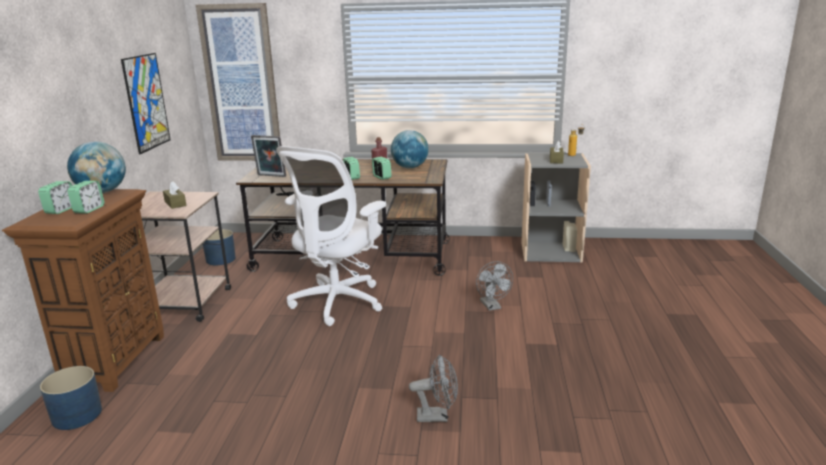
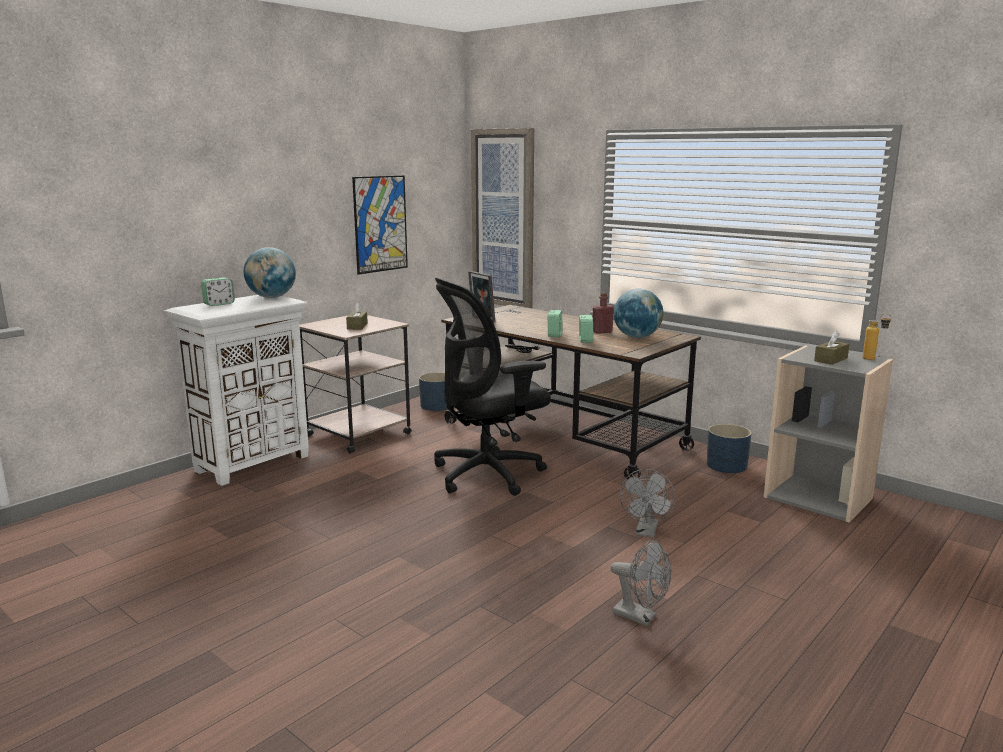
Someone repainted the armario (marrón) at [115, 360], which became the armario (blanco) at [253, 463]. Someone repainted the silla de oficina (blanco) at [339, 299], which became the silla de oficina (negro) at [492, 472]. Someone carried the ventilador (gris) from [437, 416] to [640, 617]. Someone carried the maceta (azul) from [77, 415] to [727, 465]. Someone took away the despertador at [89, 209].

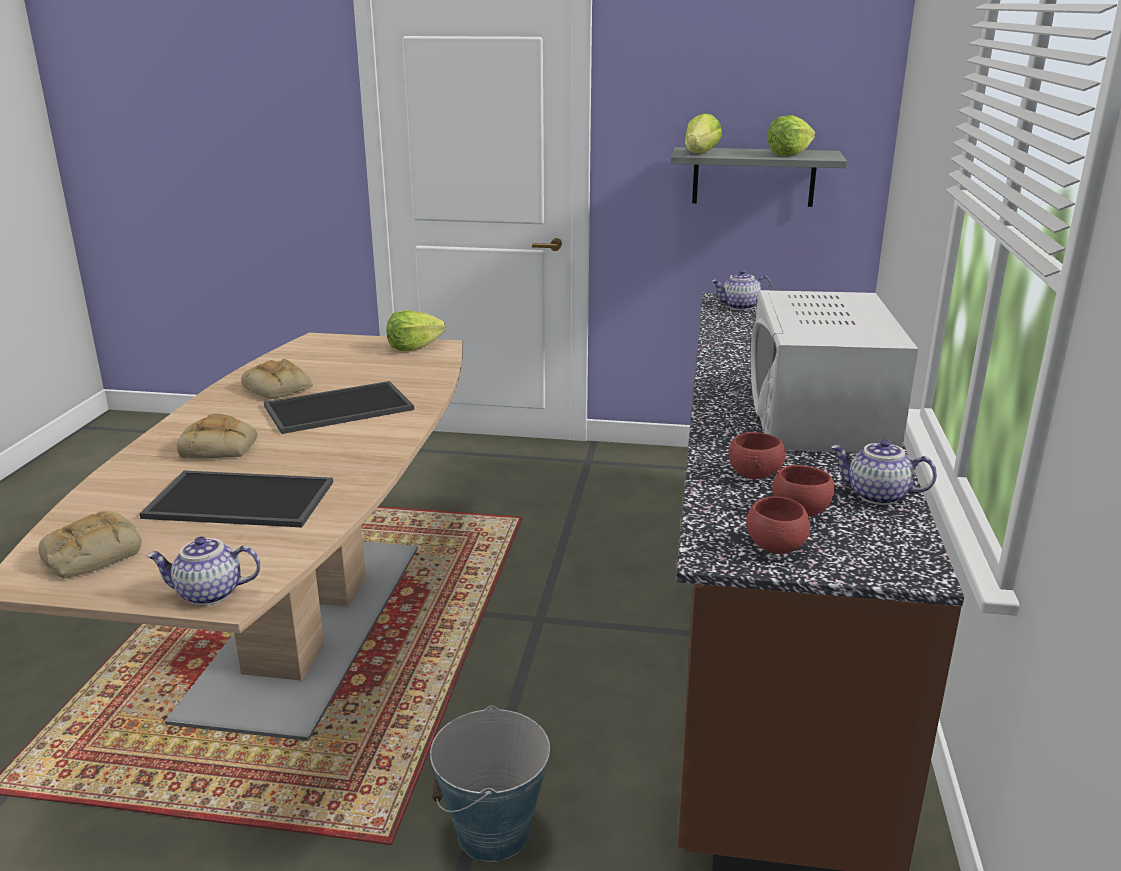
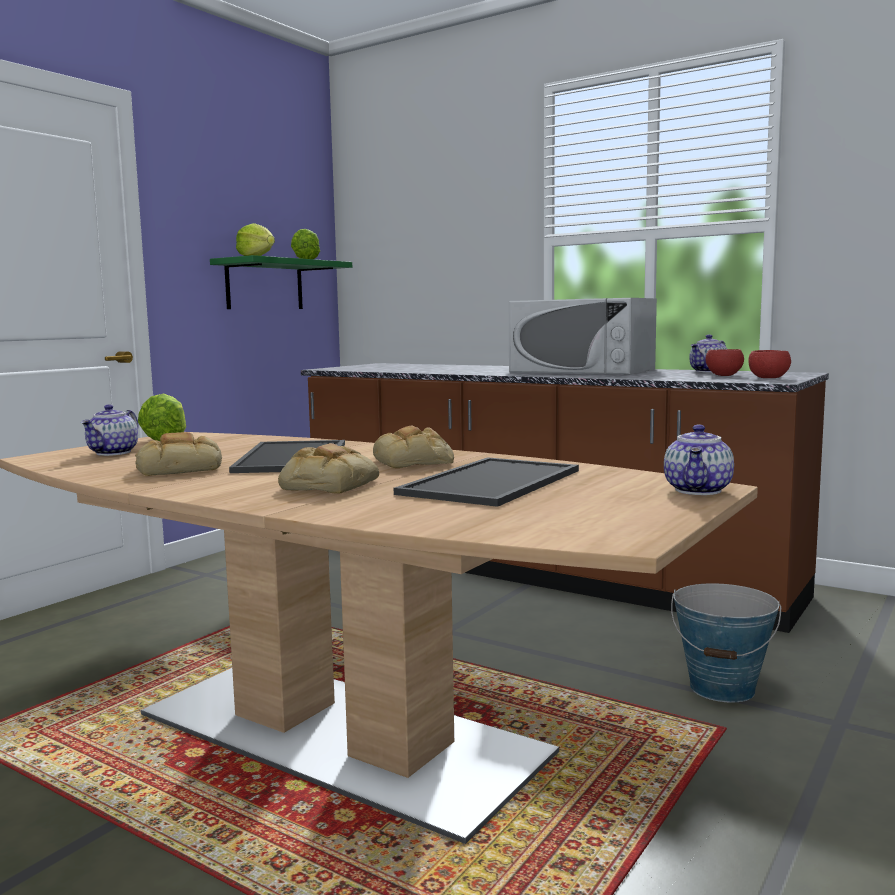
Someone carried the tetera from [740, 307] to [114, 453]. Someone repainted the estante (gris) at [753, 177], which became the estante (verde) at [264, 285]. Someone carried the pan from [91, 555] to [414, 462]. Someone took away the cuenco (rojo) at [754, 475].

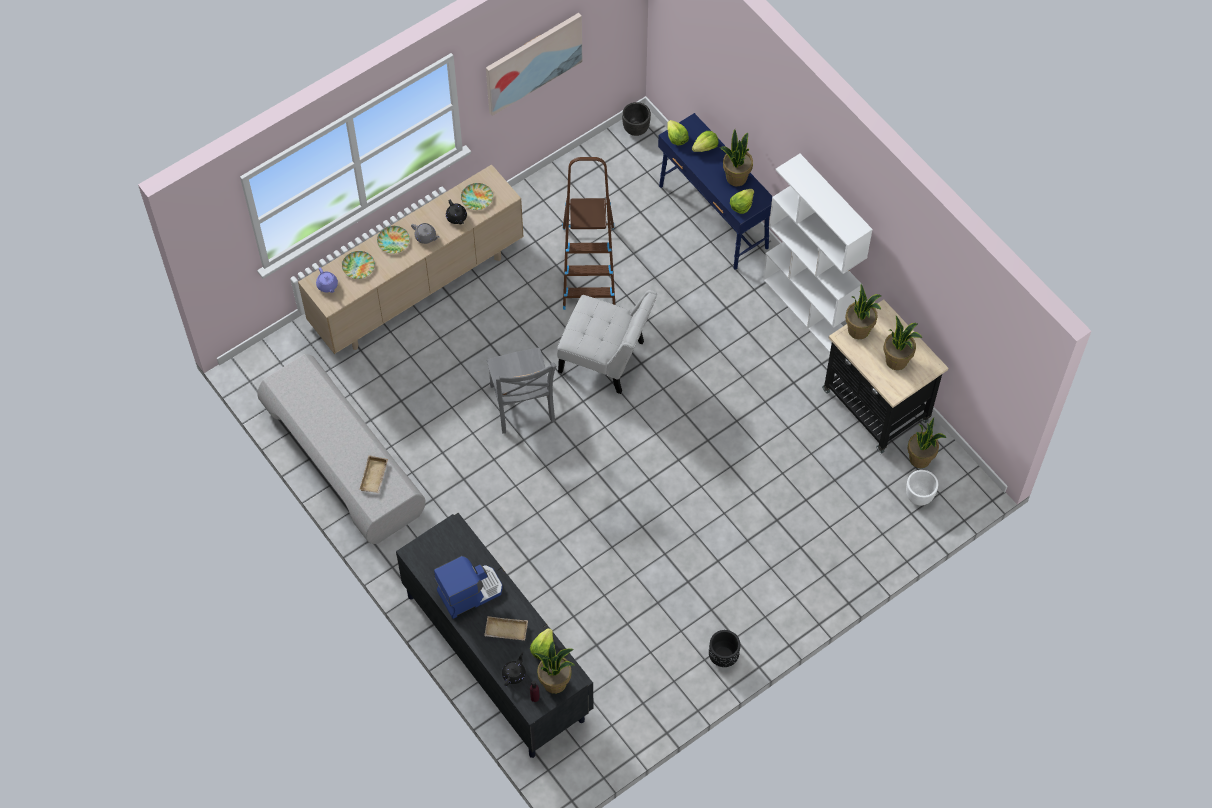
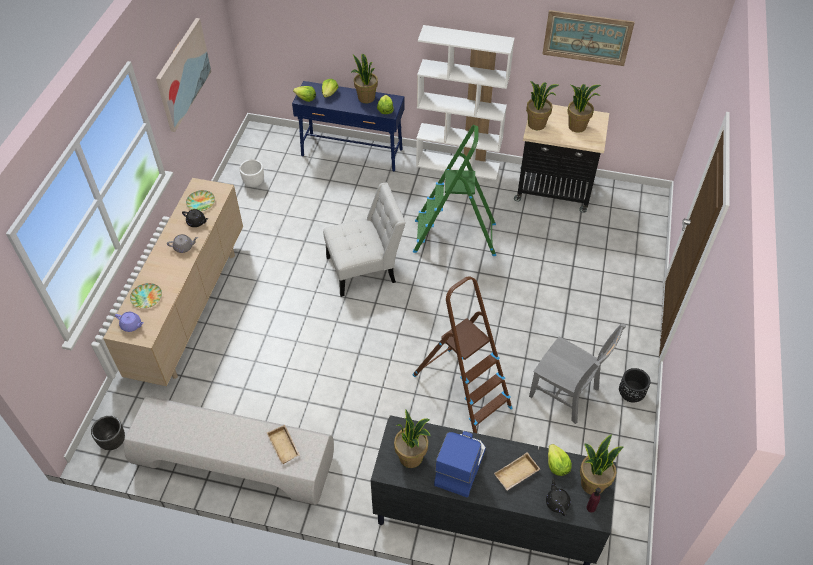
Someone carried the maceta (negro) from [635, 128] to [113, 441]. Someone carried the maceta (blanco) from [919, 496] to [254, 182]. Someone carried the planta en maceta from [920, 459] to [411, 457]. Someone carried the escalera de tijera (marrón) from [588, 267] to [462, 391]. Someone put down the escalera de tijera (verde) at [454, 238]. Someone carried the silla (gris) from [522, 406] to [566, 394]. Someone put up the cuadro at [587, 37]. Someone took away the plato at [393, 241].

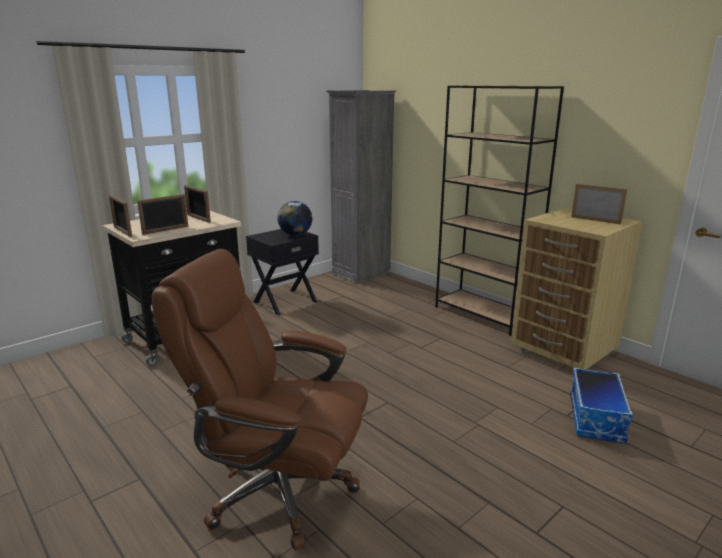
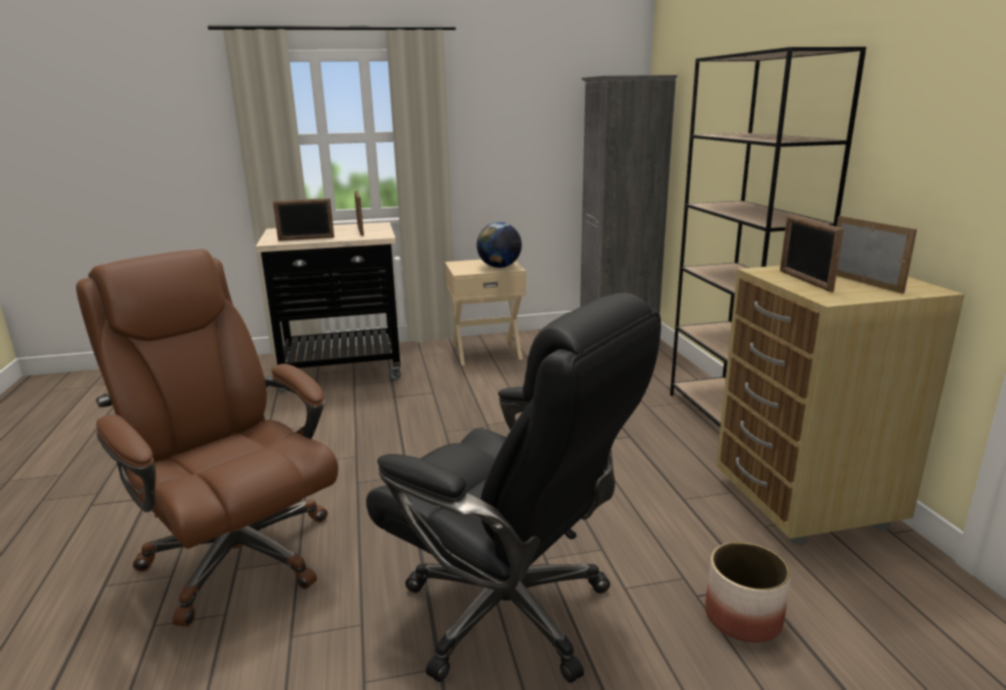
Someone put down the silla de oficina (negro) at [507, 611]. Someone repainted the mesita de noche (negro) at [285, 301], which became the mesita de noche (beis) at [486, 351]. Someone swapped the caja de almacenaje at [596, 418] for the maceta at [743, 618]. Someone carried the portarretratos from [122, 232] to [804, 280].

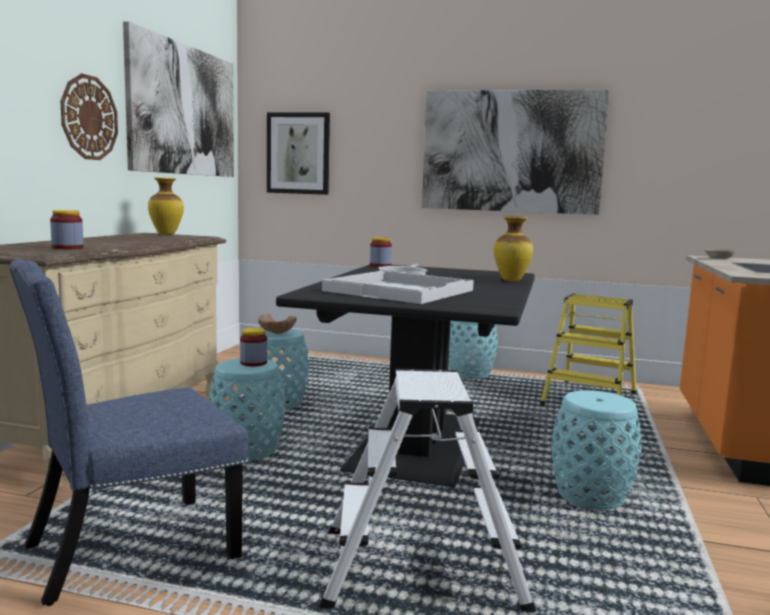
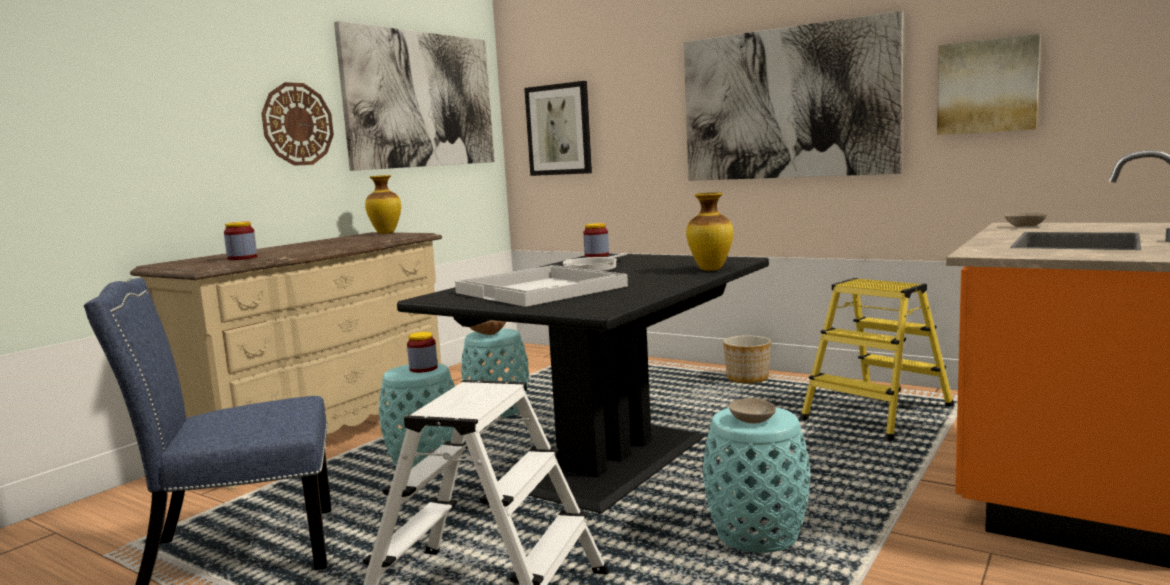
Someone swapped the taburete (turquesa) at [469, 374] for the maceta at [747, 379]. Someone put down the cuenco (beis) at [751, 420]. Someone put up the cuadro at [987, 86].

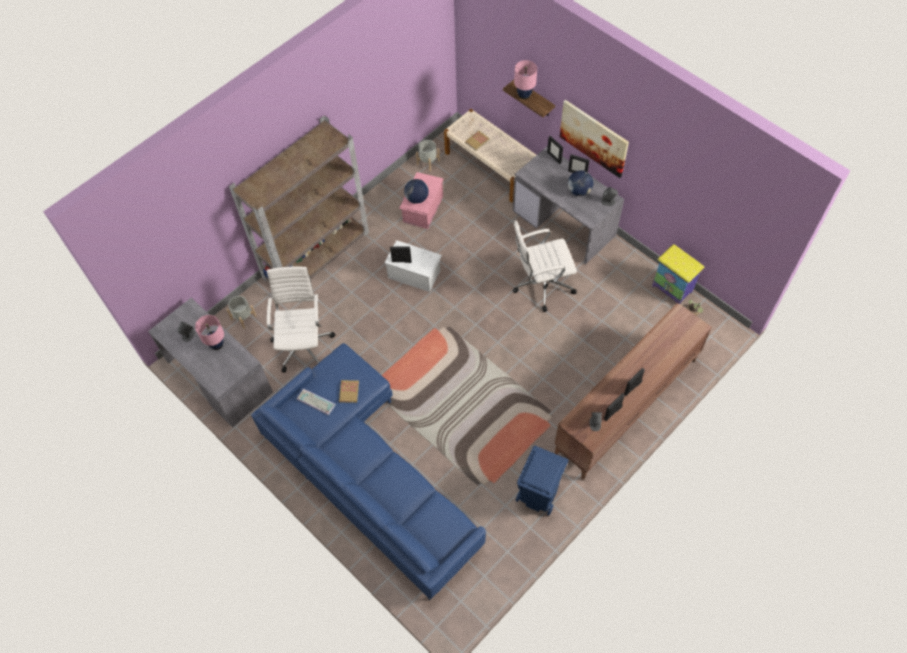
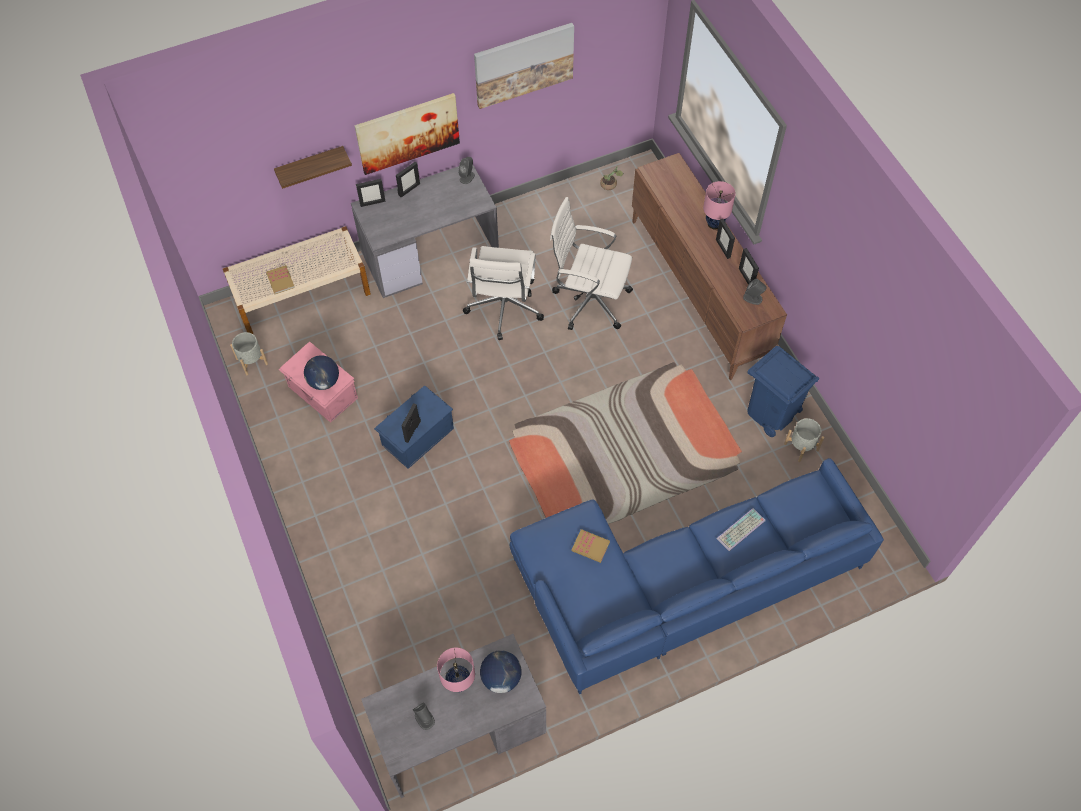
Someone repainted the caja de almacenaje (blanco) at [414, 273], which became the caja de almacenaje (azul) at [416, 436]. Someone put up the cuadro at [523, 64]. Someone carried the globo terráqueo from [579, 191] to [501, 677]. Someone carried the silla de oficina (blanco) from [303, 344] to [589, 300]. Someone carried the lámpara de mesa (rosa) from [524, 95] to [714, 223]. Someone carried the teclado from [315, 402] to [741, 530]. Someone carried the maceta (gris) from [243, 317] to [801, 447]. Someone took away the estantería (marrón) at [316, 255]. Someone took away the mesita de noche at [672, 290].

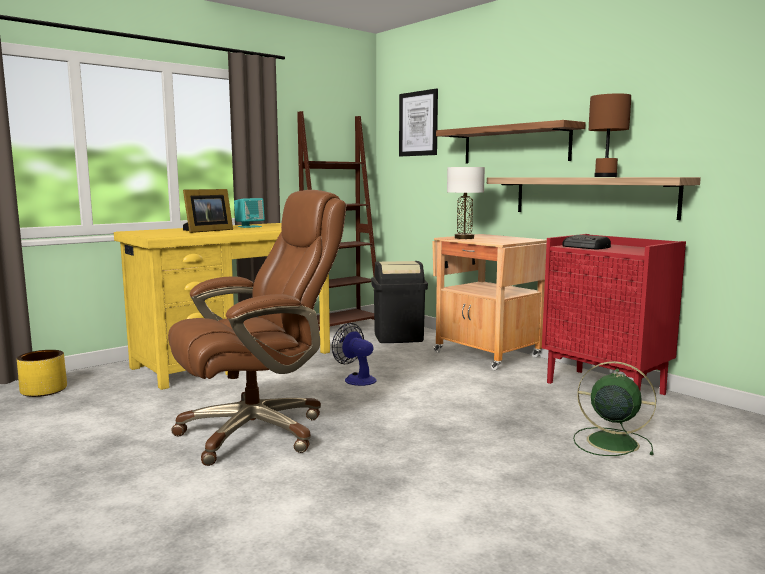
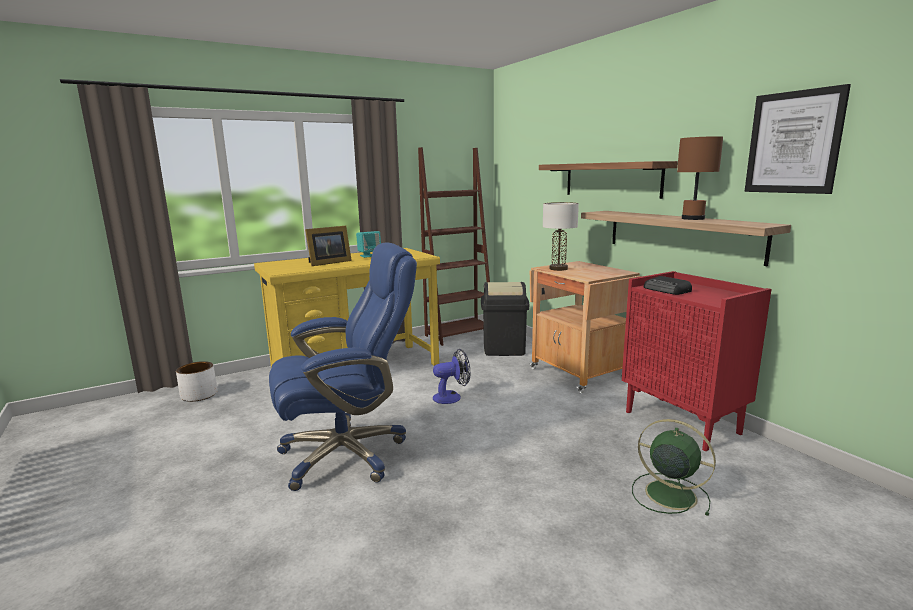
Someone repainted the maceta (amarillo) at [43, 390], which became the maceta (blanco) at [199, 395]. Someone repainted the silla de oficina (marrón) at [259, 433], which became the silla de oficina (azul) at [348, 456]. Someone rotated the ventilador at [356, 379] by 105 degrees clockwise. Someone carried the cuadro from [418, 123] to [793, 142].

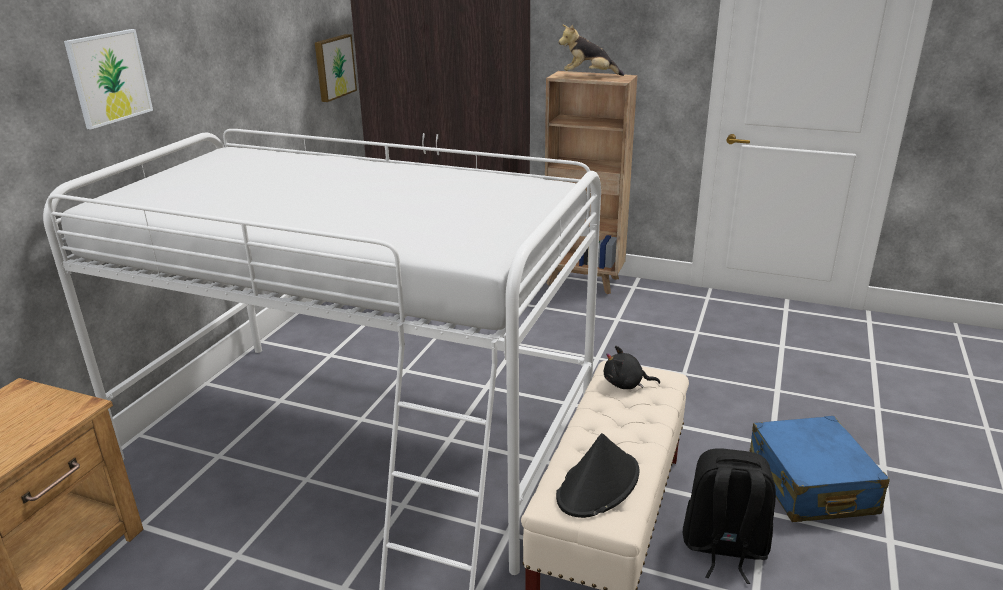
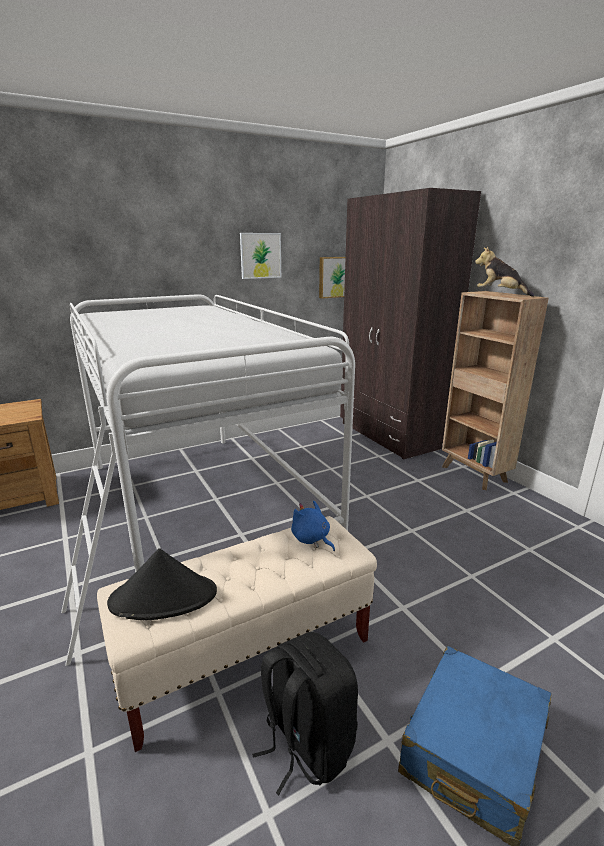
Someone carried the cuadro from [109, 78] to [260, 255]. Someone repainted the peluche (negro) at [626, 384], which became the peluche (azul) at [312, 539].

